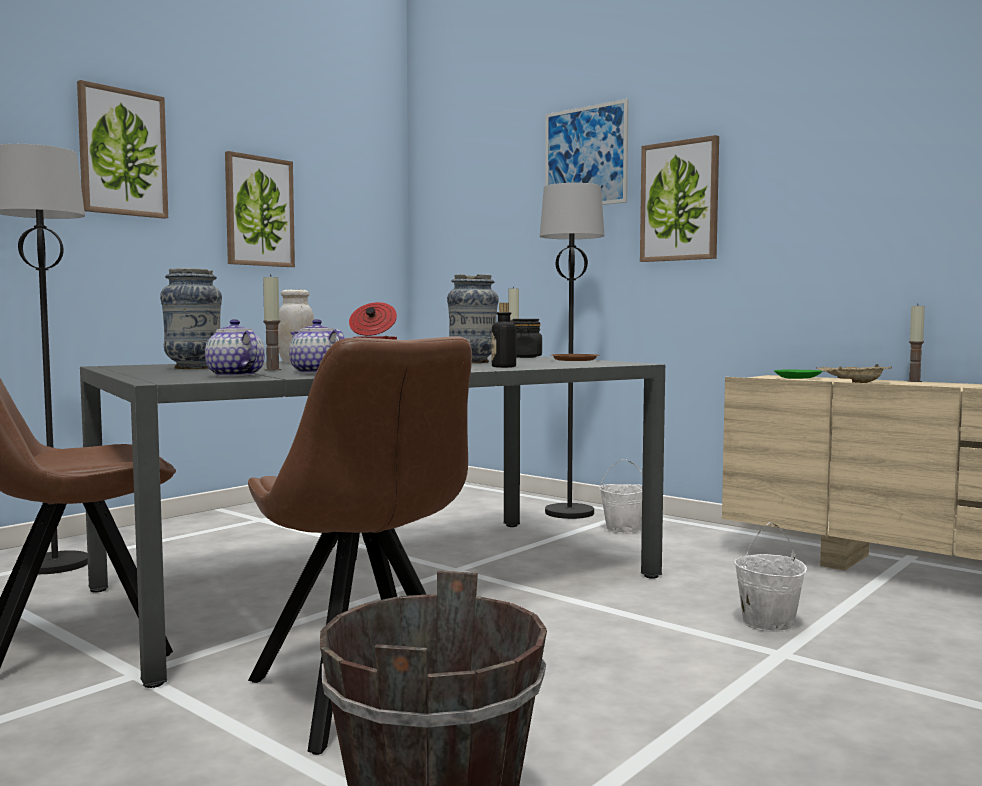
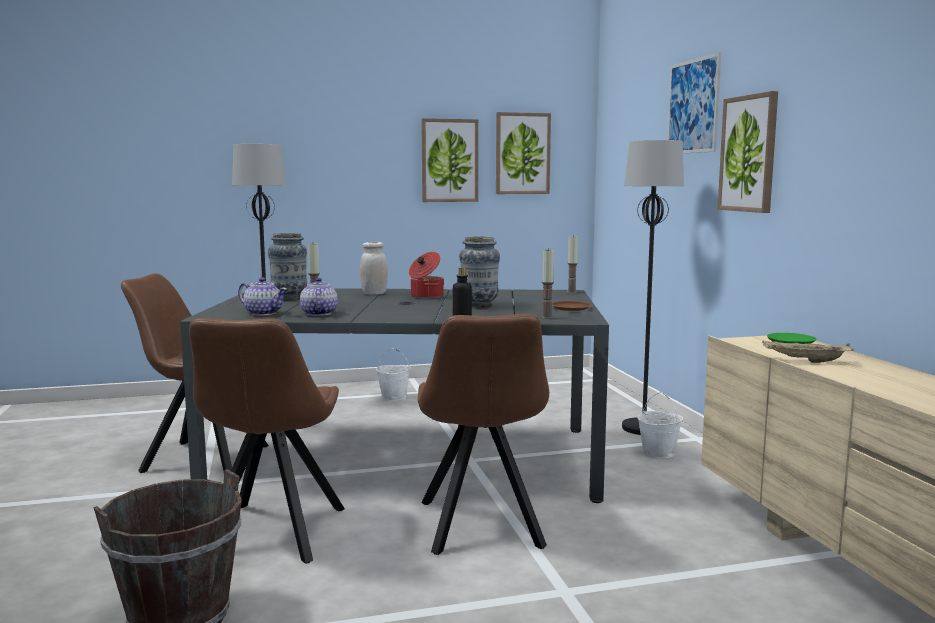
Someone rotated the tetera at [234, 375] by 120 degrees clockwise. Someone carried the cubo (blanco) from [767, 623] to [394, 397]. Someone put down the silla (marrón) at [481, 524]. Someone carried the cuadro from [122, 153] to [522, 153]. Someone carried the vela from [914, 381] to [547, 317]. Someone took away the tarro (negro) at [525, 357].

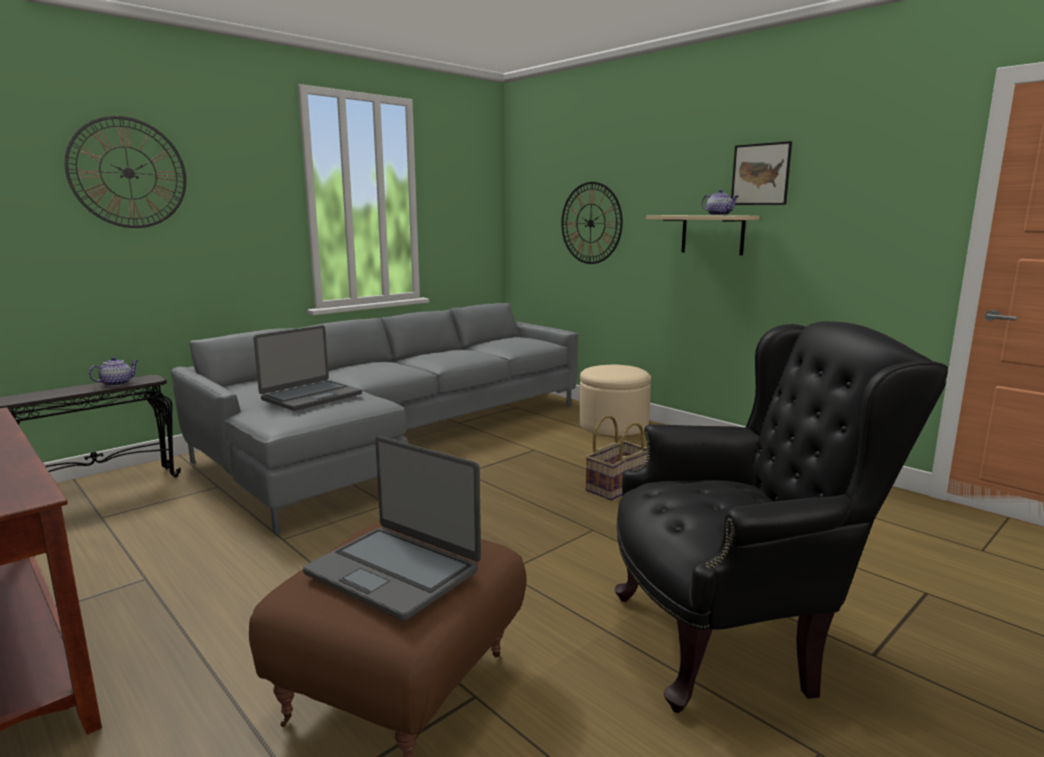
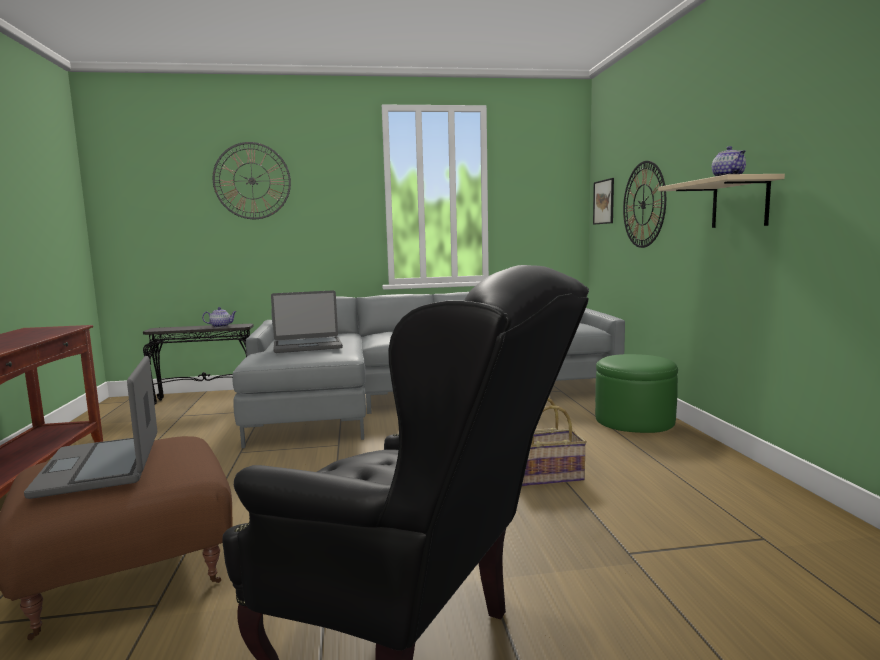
Someone carried the cuadro from [760, 174] to [604, 202]. Someone repainted the puf (beis) at [613, 425], which became the puf (verde) at [634, 420].

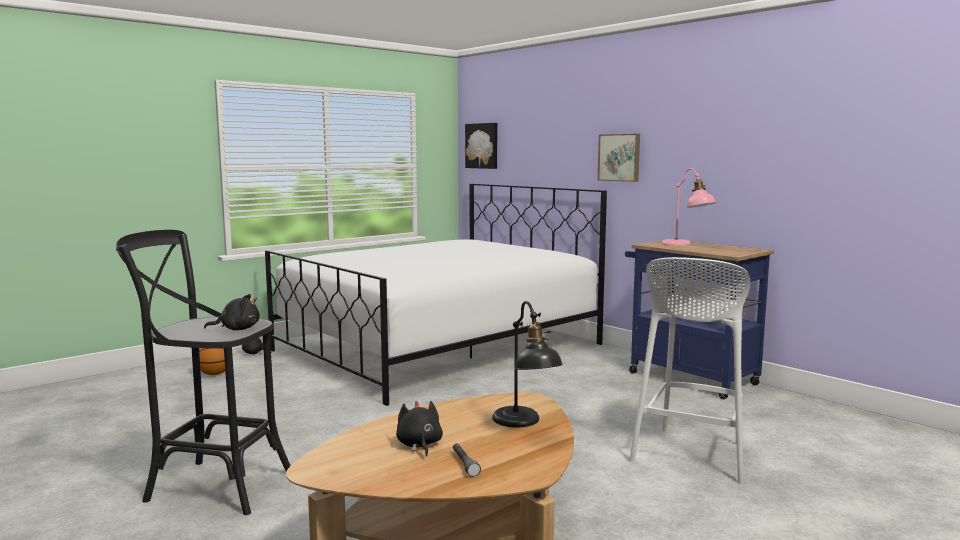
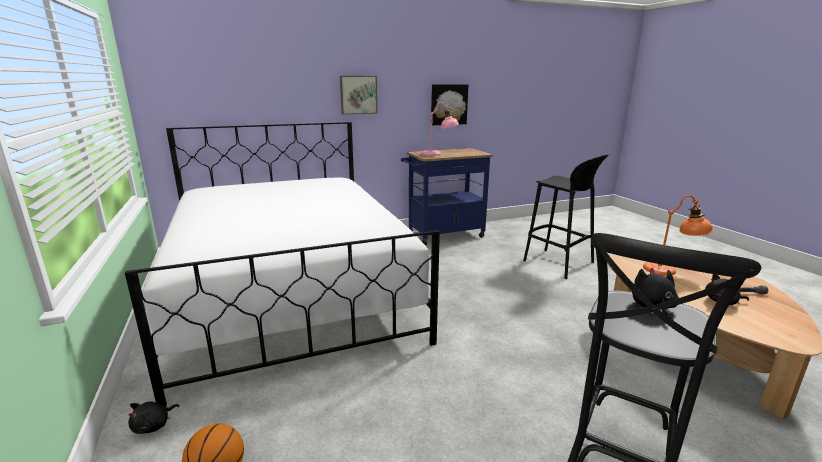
Someone carried the cuadro from [482, 146] to [448, 104]. Someone repainted the taburete (blanco) at [691, 454], which became the taburete (negro) at [558, 263]. Someone repainted the lámpara de mesa (negro) at [526, 425], which became the lámpara de mesa (naranja) at [671, 268].

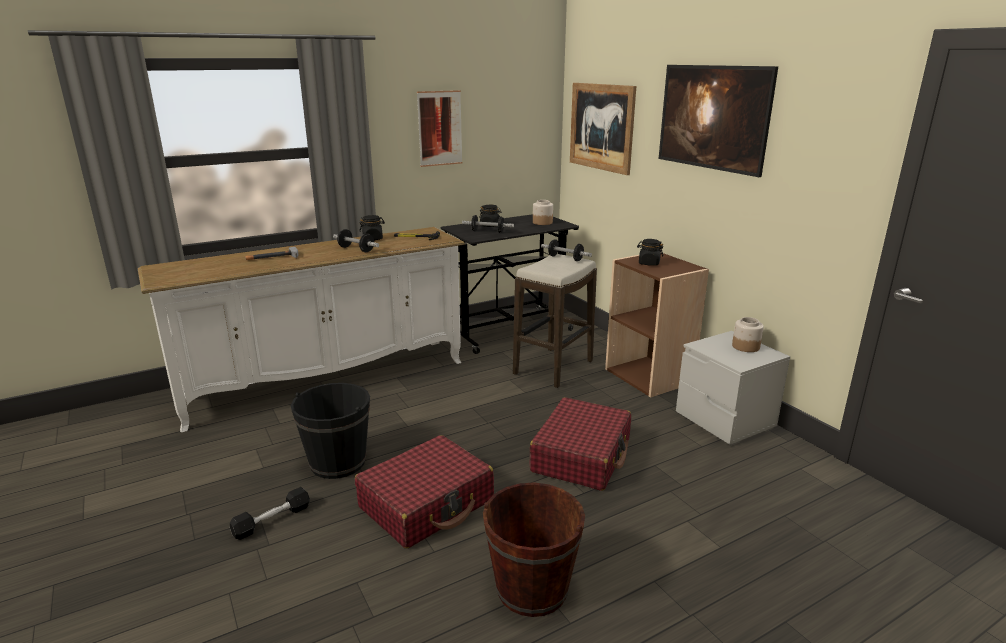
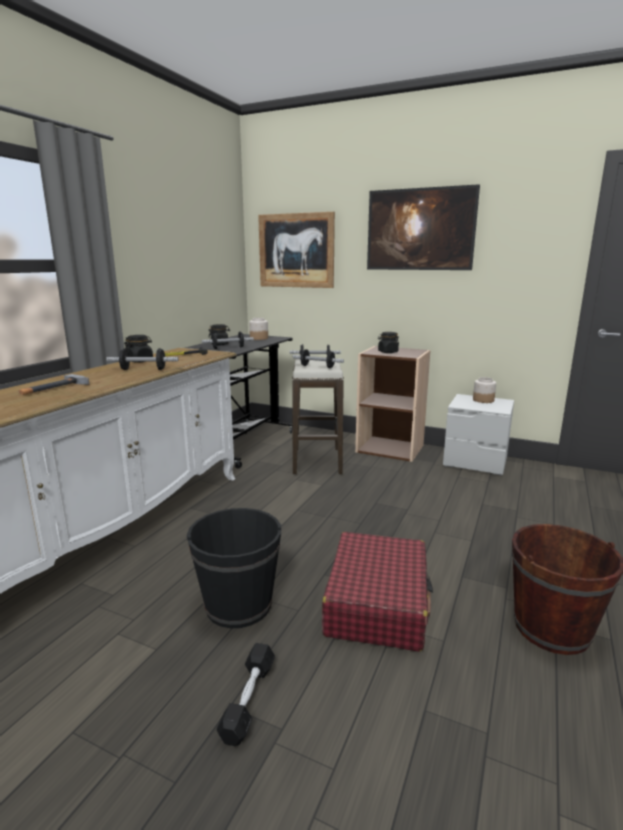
Someone put down the mancuerna at [317, 367]. Someone took away the cuadro at [440, 128]. Someone took away the maleta (rojo) at [581, 456].

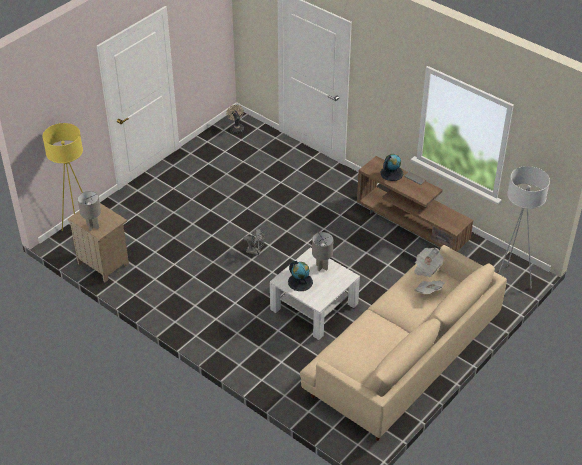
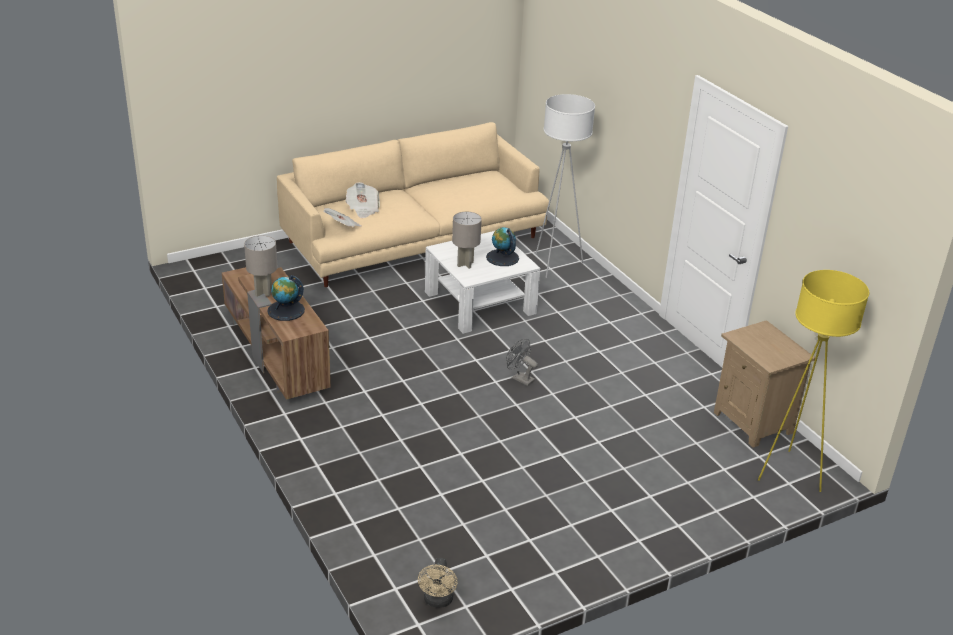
Someone carried the lámpara de mesa (gris) from [93, 227] to [263, 292]. Someone carried the lámpara de pie (blanco) from [509, 281] to [555, 264].

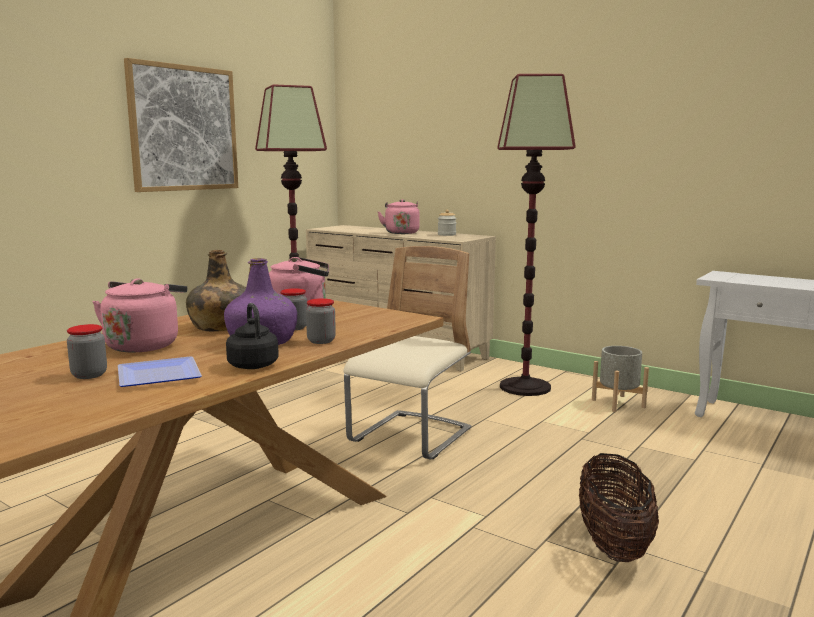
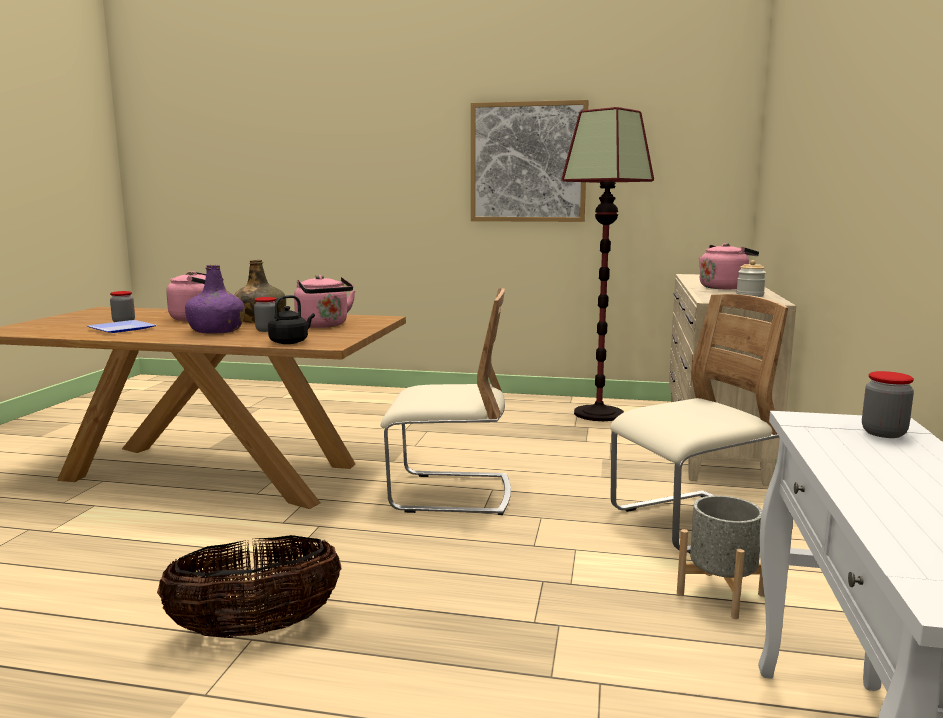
Someone carried the hervidor (negro) from [252, 364] to [290, 342]. Someone swapped the lámpara de pie at [525, 387] for the silla (beis) at [690, 523]. Someone carried the tarro from [321, 341] to [883, 433].

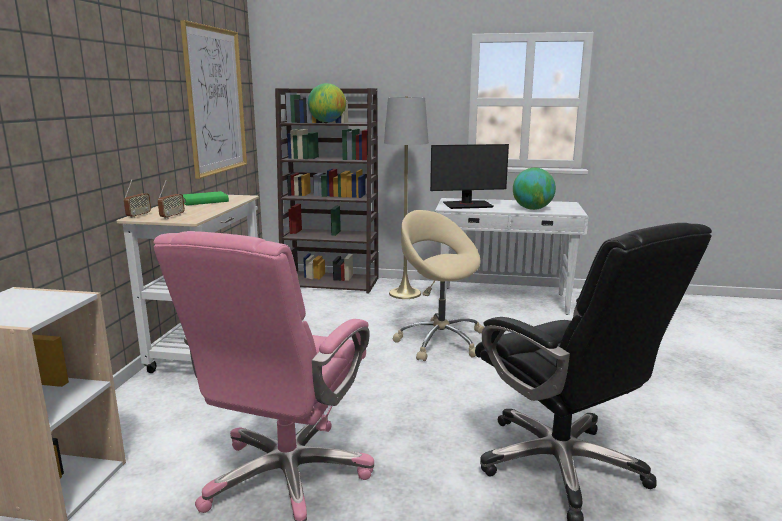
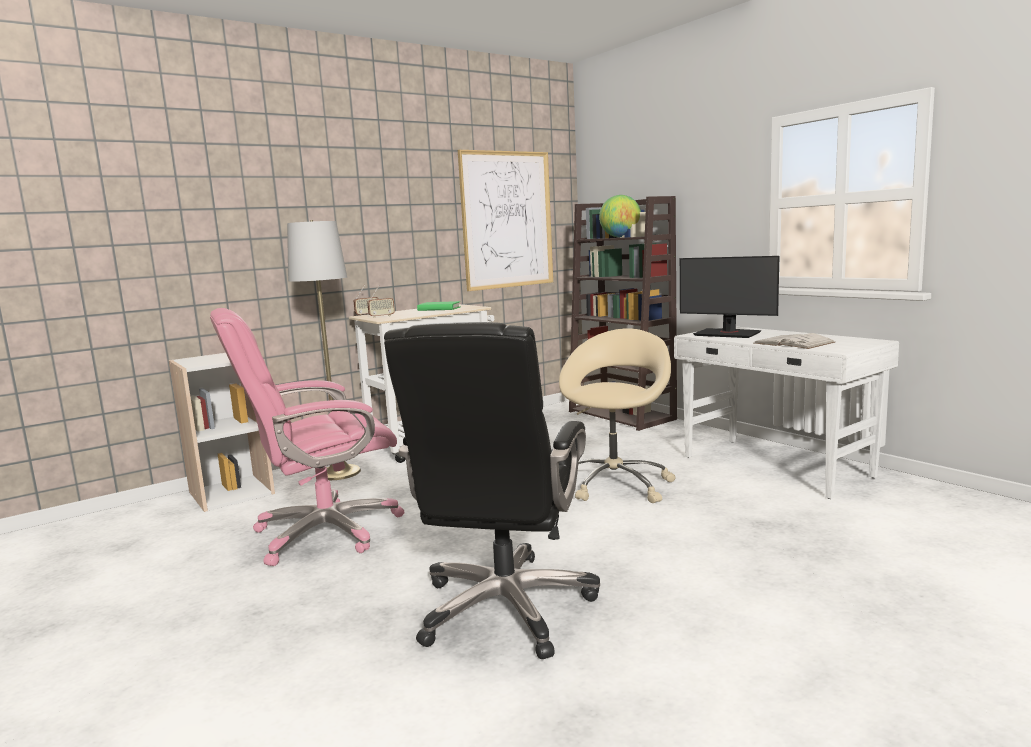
Someone carried the lámpara de pie (gris) from [405, 293] to [339, 472]. Someone rotated the silla de oficina (beis) at [439, 341] by 45 degrees clockwise. Someone swapped the globo terráqueo at [532, 209] for the libro (blanco) at [793, 343].

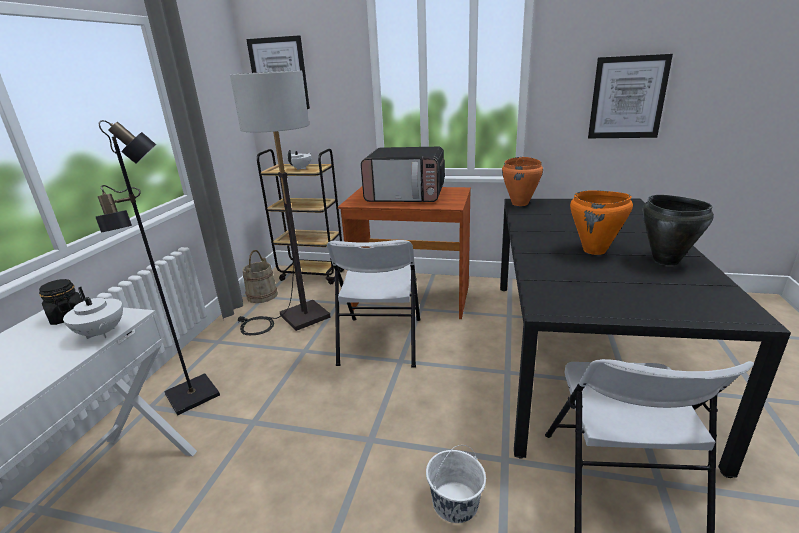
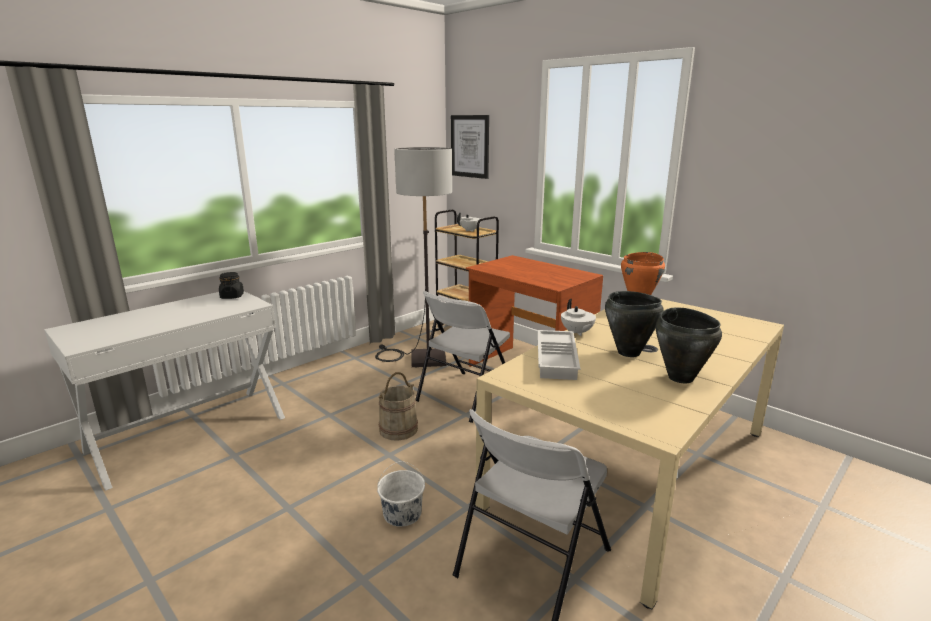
Someone carried the cubo (beis) from [262, 295] to [398, 429]. Someone repainted the mesa de comedor (negro) at [581, 354], which became the mesa de comedor (beis) at [632, 467]. Someone put down the bandeja (blanco) at [558, 359]. Someone carried the tetera (blanco) from [101, 333] to [577, 333]. Someone repainted the olla (naranja) at [594, 251], which became the olla (negro) at [628, 353]. Someone took away the lámpara de pie (negro) at [192, 395]. Someone took away the microondas at [406, 195]. Someone took away the cuadro at [627, 98].

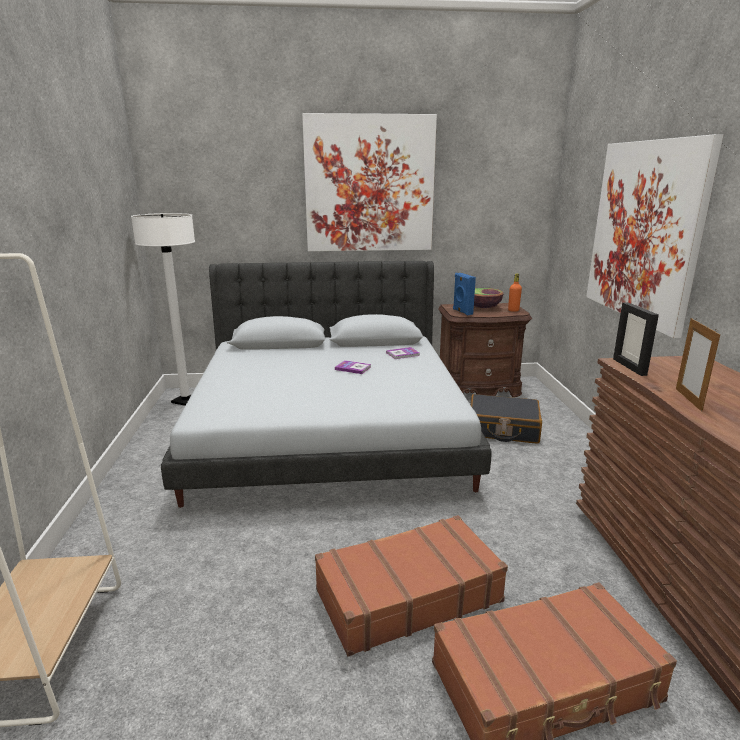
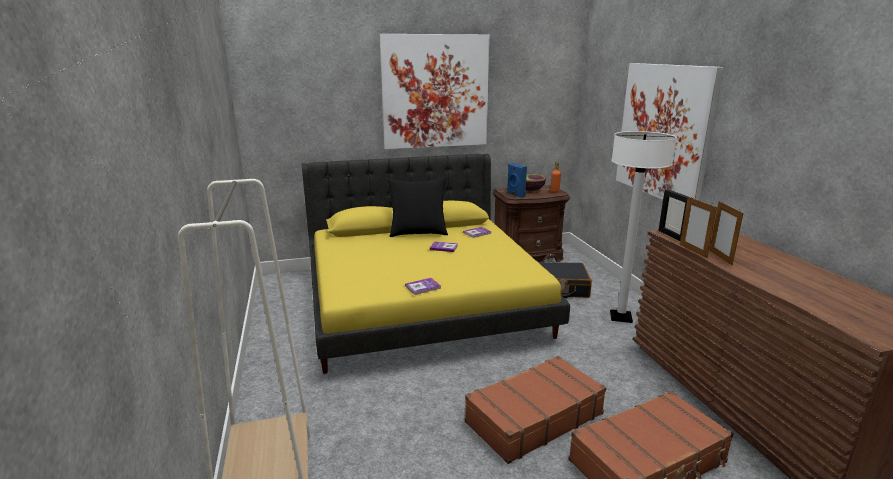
Someone repainted the cama (gris) at [329, 433], which became the cama (amarillo) at [421, 303]. Someone put down the cojín (negro) at [418, 233]. Someone put down the libro at [423, 287]. Someone carried the lámpara de pie (blanco) from [185, 401] to [620, 317]. Someone put down the portarretratos at [693, 251].

